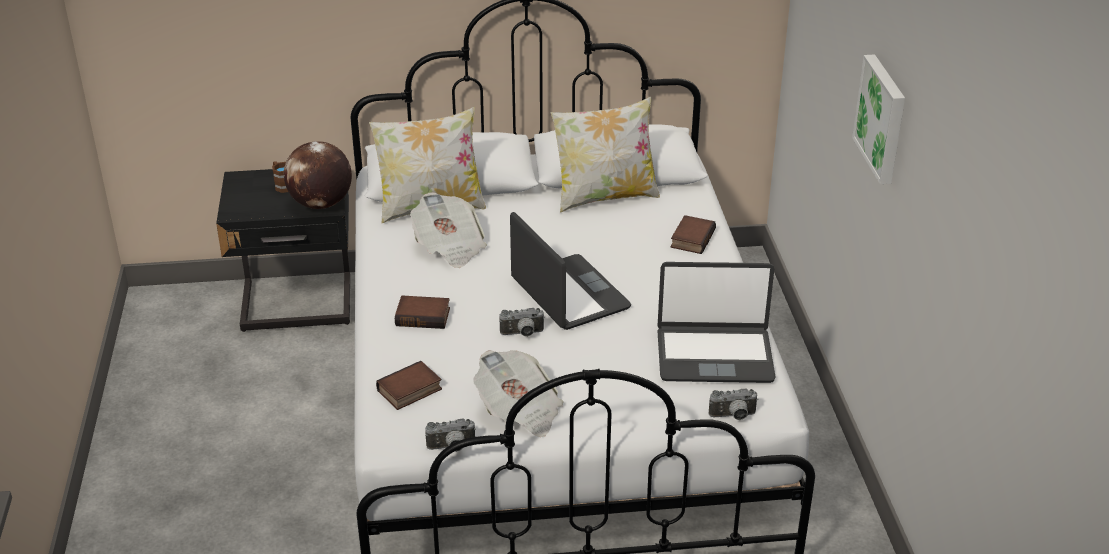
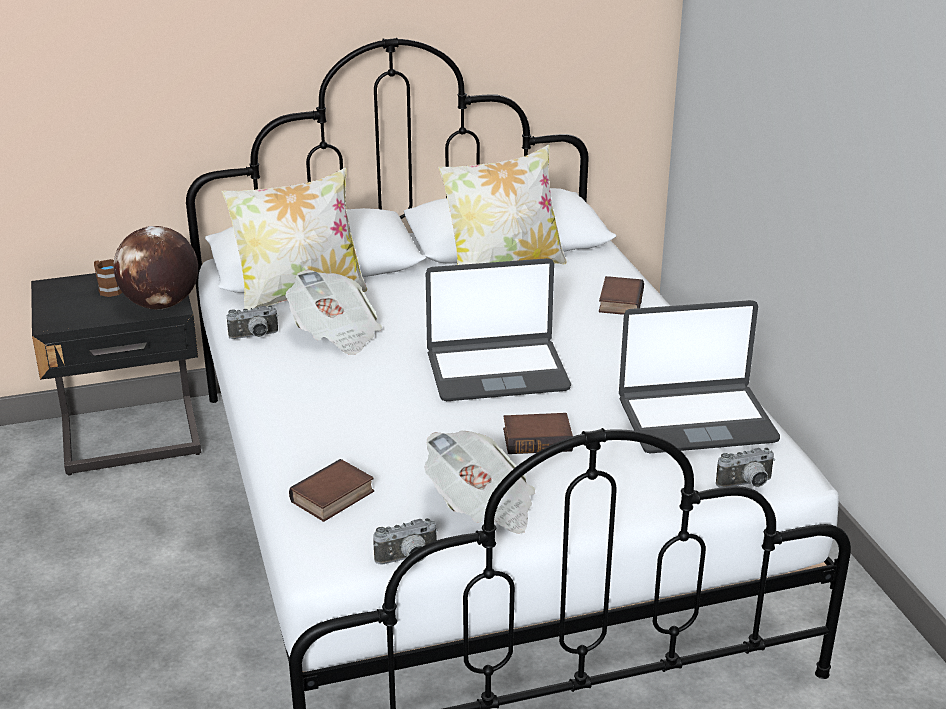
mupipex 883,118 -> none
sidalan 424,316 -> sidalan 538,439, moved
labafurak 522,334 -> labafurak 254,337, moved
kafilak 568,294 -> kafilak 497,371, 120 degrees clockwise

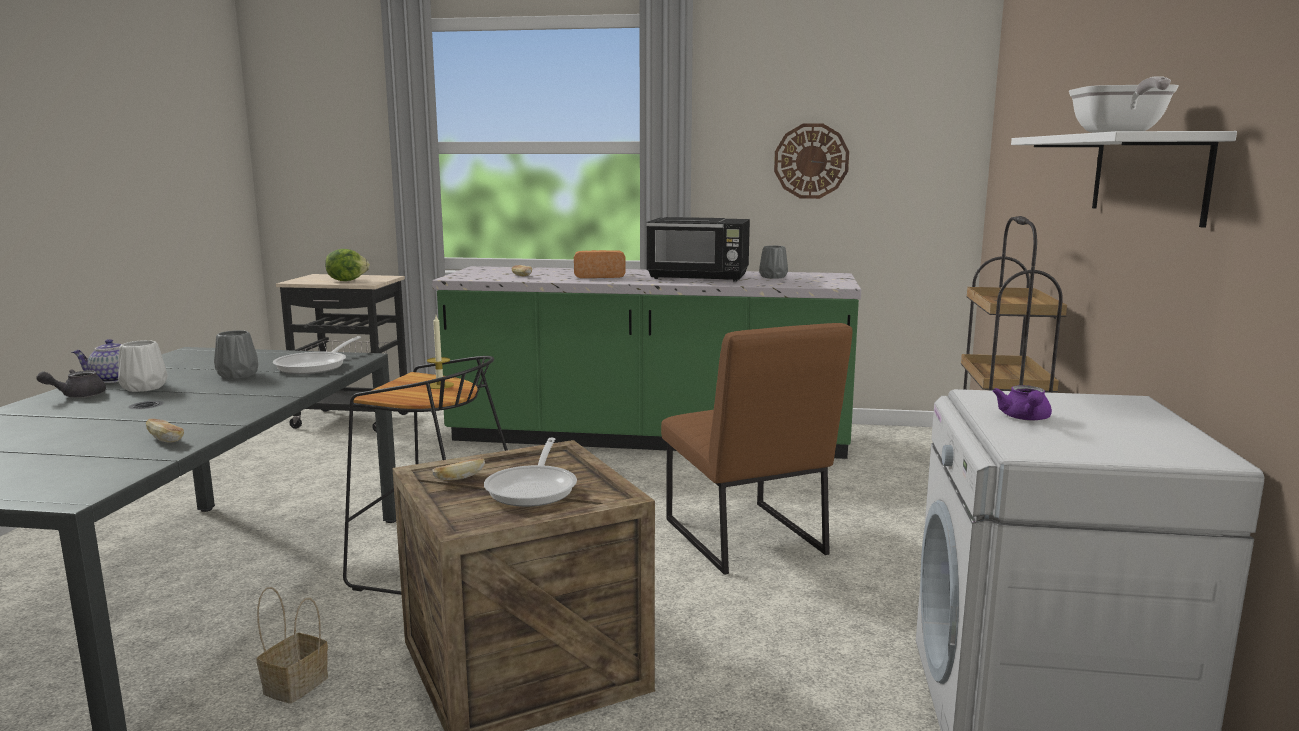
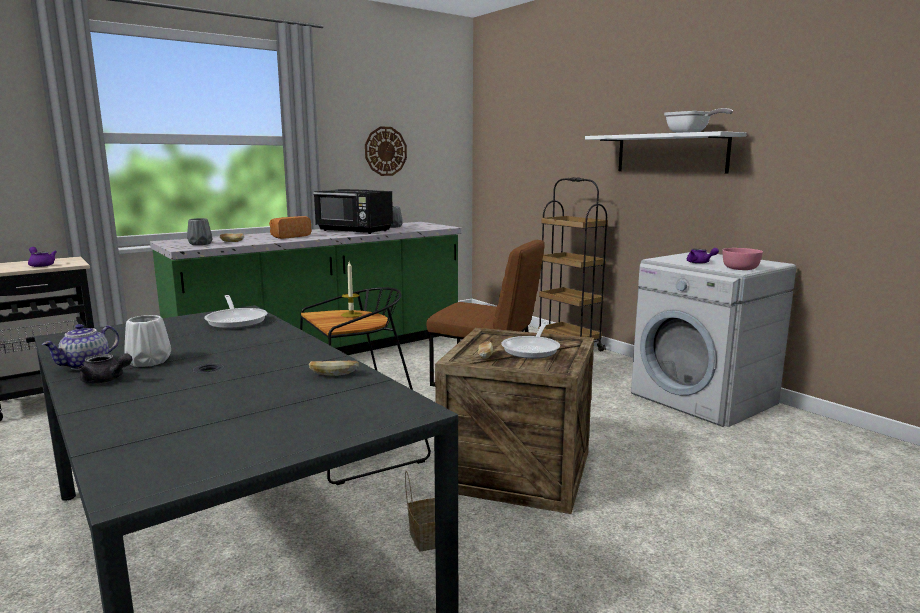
none -> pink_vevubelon 741,268
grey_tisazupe 237,375 -> grey_tisazupe 199,244, moved
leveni 347,280 -> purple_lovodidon 41,265
grey_lovodidon 77,395 -> grey_lovodidon 106,380, 75 degrees counterclockwise
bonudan 534,488 -> bonudan 532,349, 60 degrees clockwise
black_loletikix 699,277 -> black_loletikix 354,231, 60 degrees clockwise

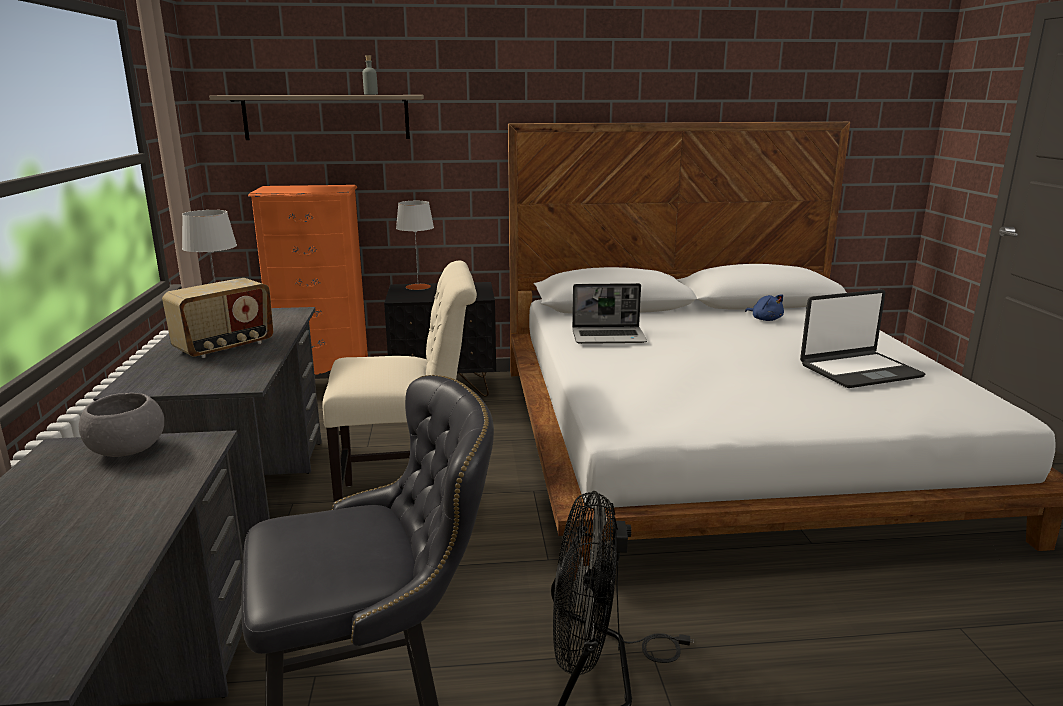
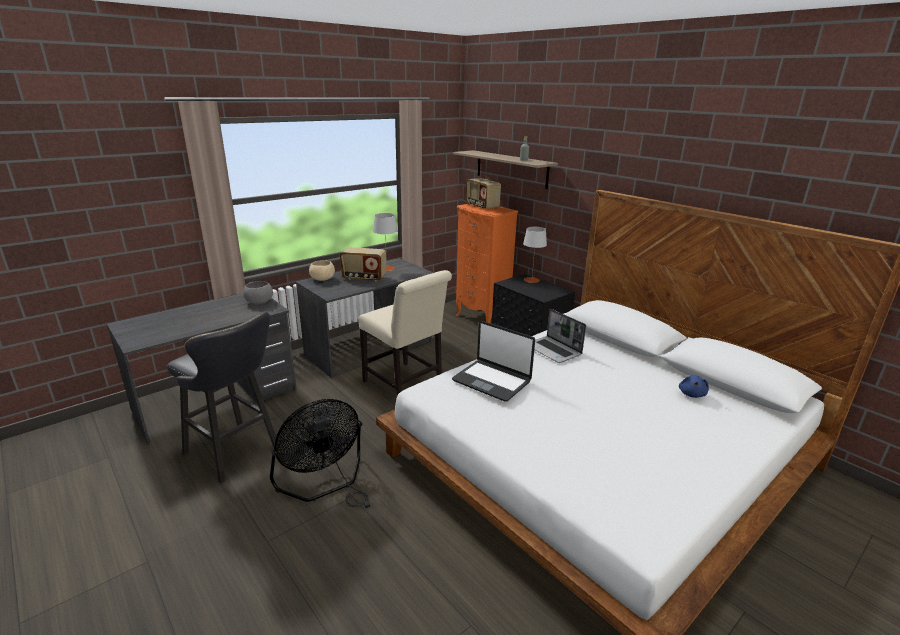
none -> beige_vevubelon 322,279
none -> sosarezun 481,206
kafilak 859,371 -> kafilak 492,381, moved

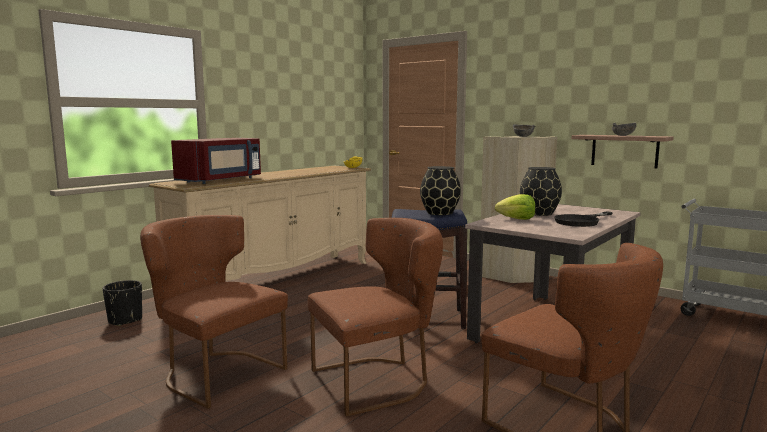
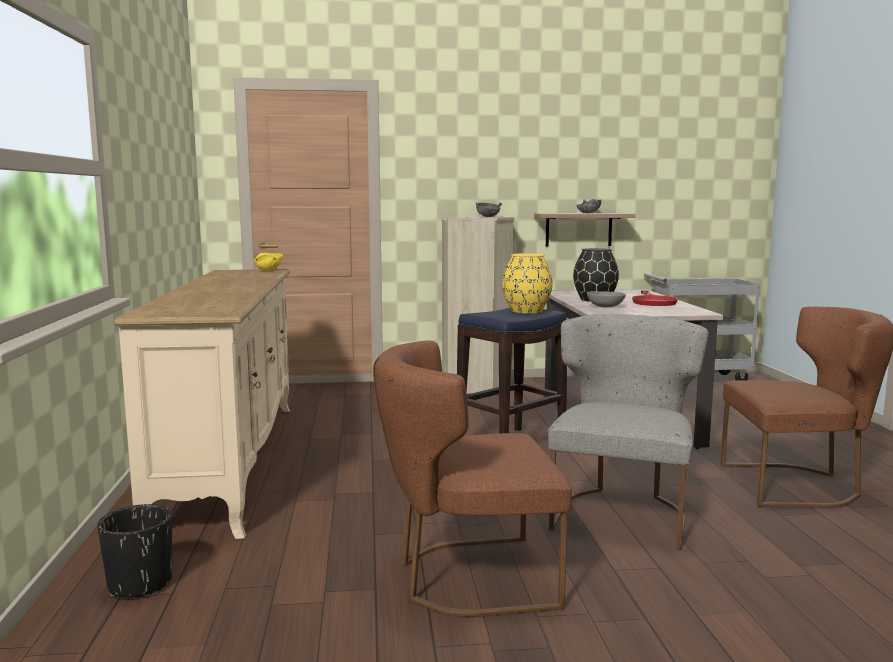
red_loletikix 221,180 -> none
leveni 517,219 -> grey_vevubelon 606,307
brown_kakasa 377,381 -> grey_kakasa 621,512
black_tisazupe 439,213 -> yellow_tisazupe 526,311
black_bonudan 581,221 -> red_bonudan 653,301

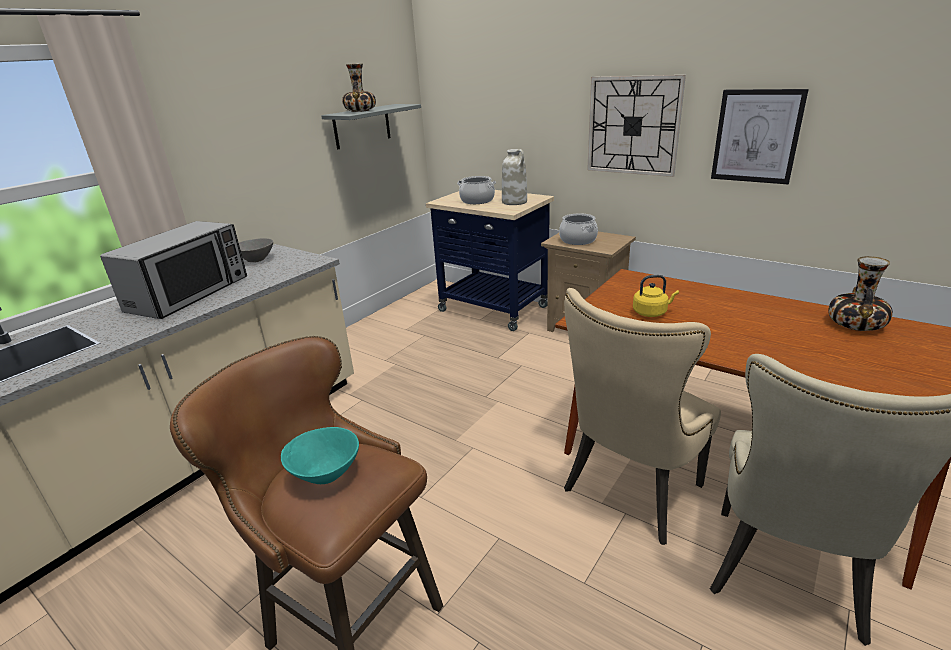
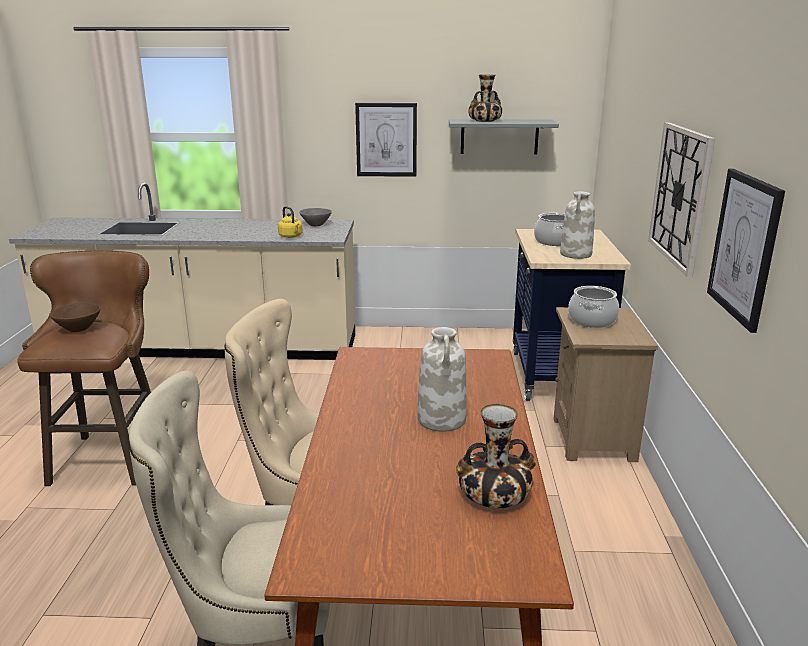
loletikix 190,294 -> none
none -> mupipex 386,140
none -> white_tisazupe 442,420
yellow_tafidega 651,312 -> yellow_tafidega 291,236, moved
turquoise_vevubelon 325,473 -> brown_vevubelon 79,328

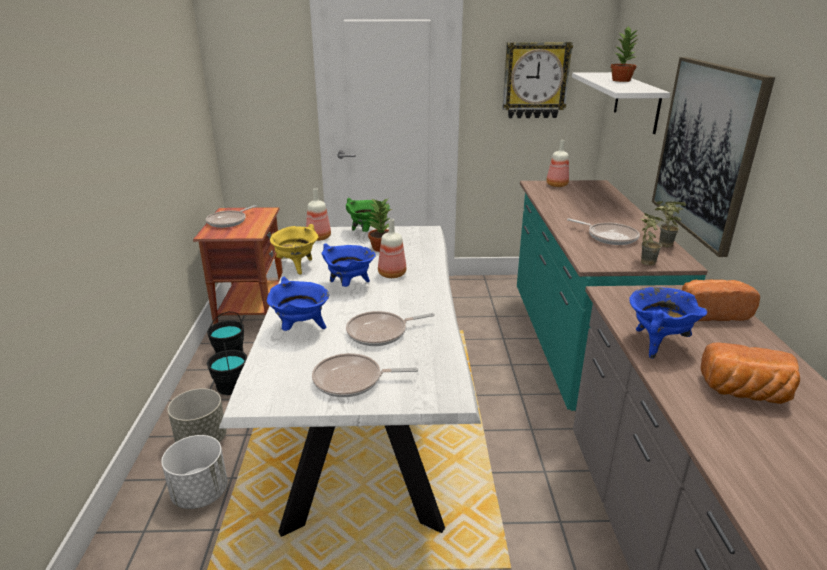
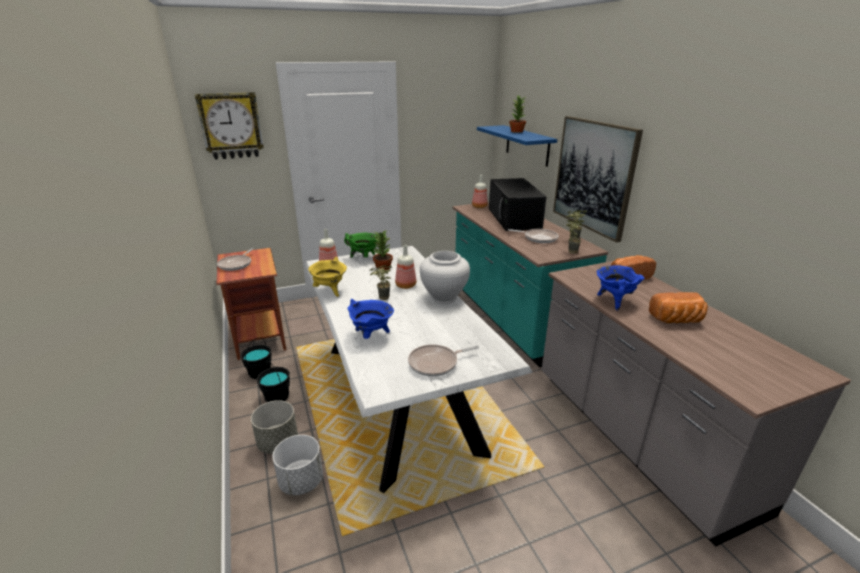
bonudan 380,333 -> none
none -> white_tisazupe 444,297
none -> black_loletikix 514,218
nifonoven 535,80 -> nifonoven 231,126, moved
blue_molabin 349,286 -> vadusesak 381,299
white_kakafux 636,102 -> blue_kakafux 527,145

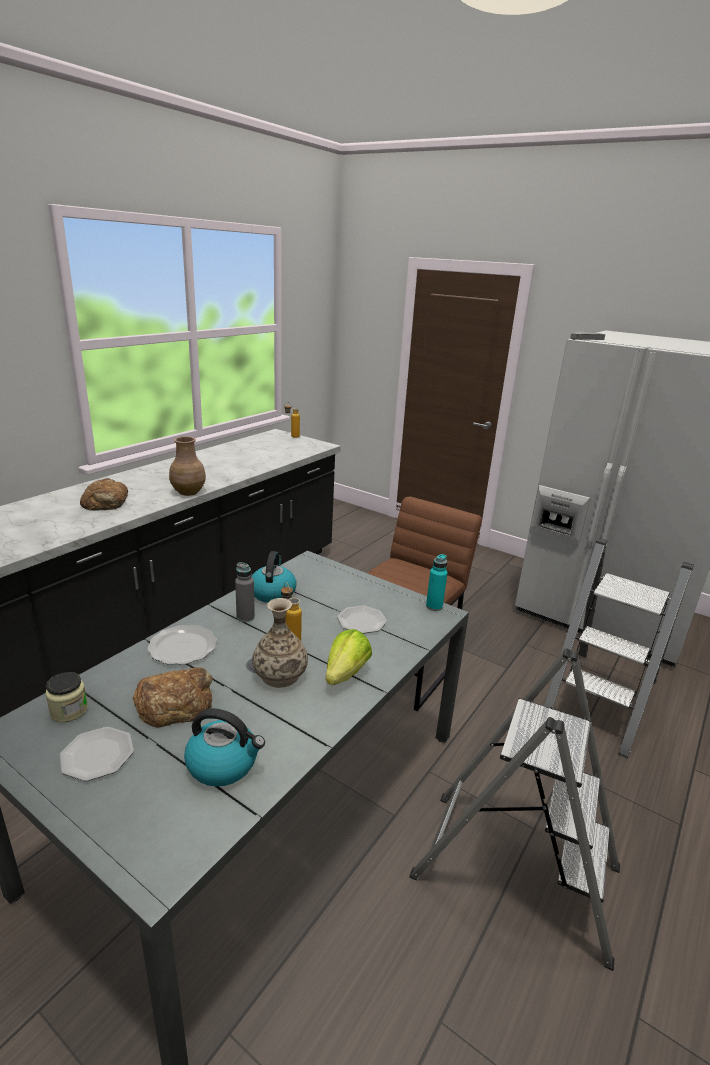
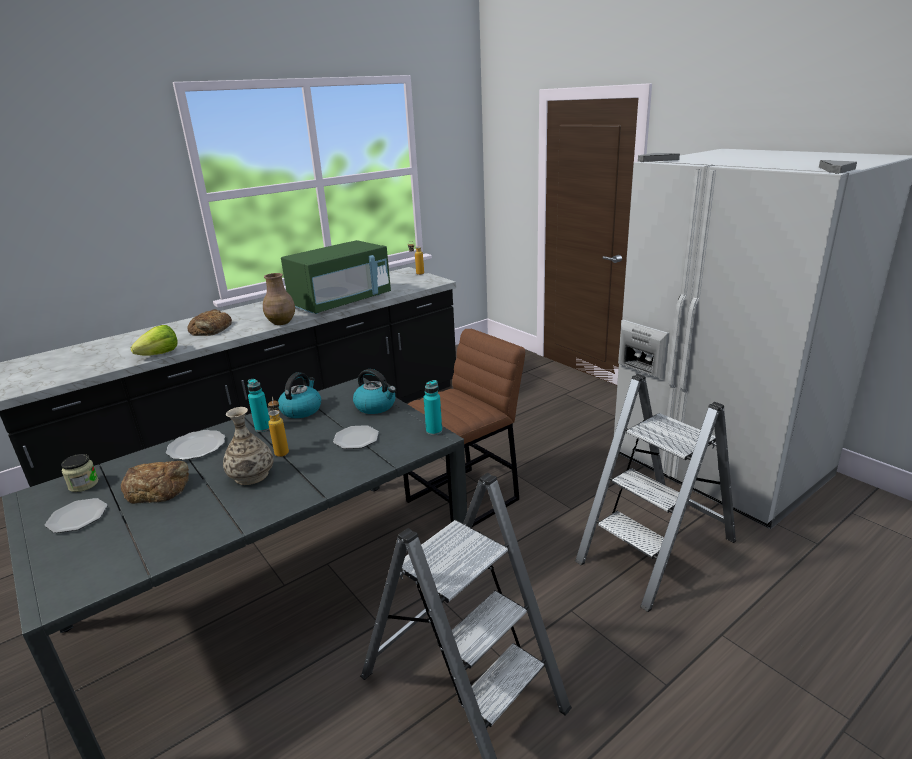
none -> green_loletikix 341,302
tafidega 223,764 -> tafidega 376,406, moved
leveni 346,674 -> leveni 160,354, moved
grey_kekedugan 245,617 -> turquoise_kekedugan 263,428

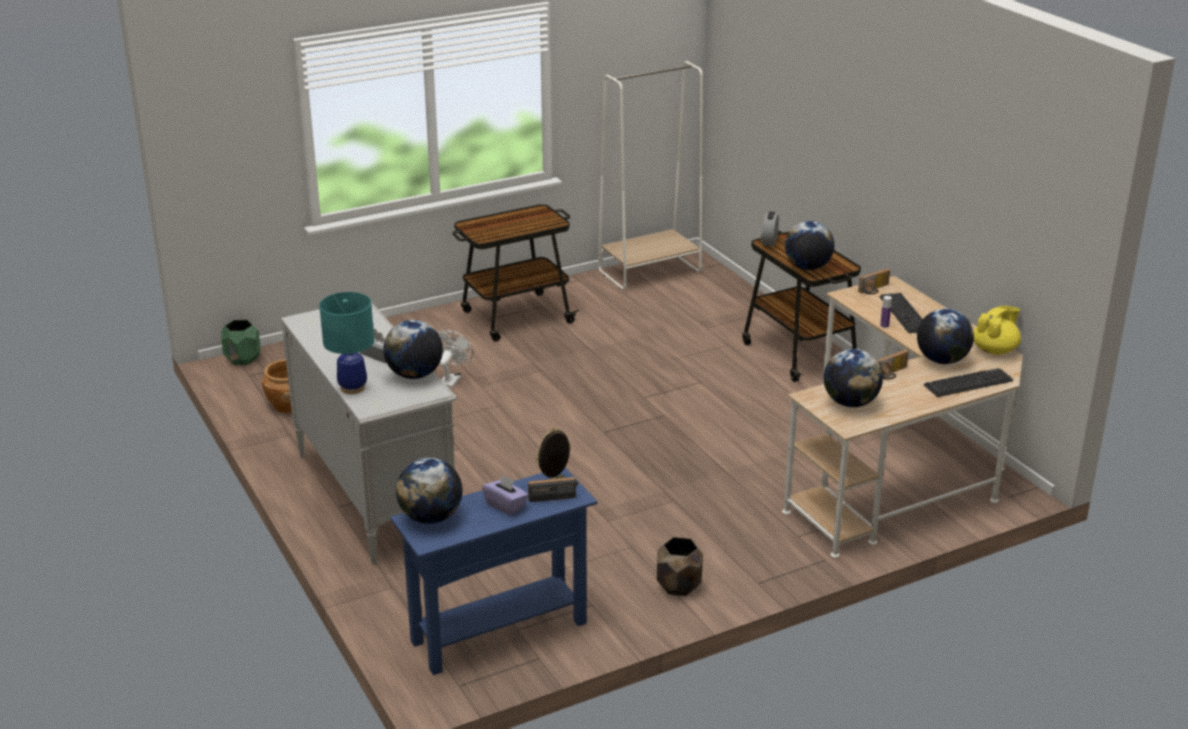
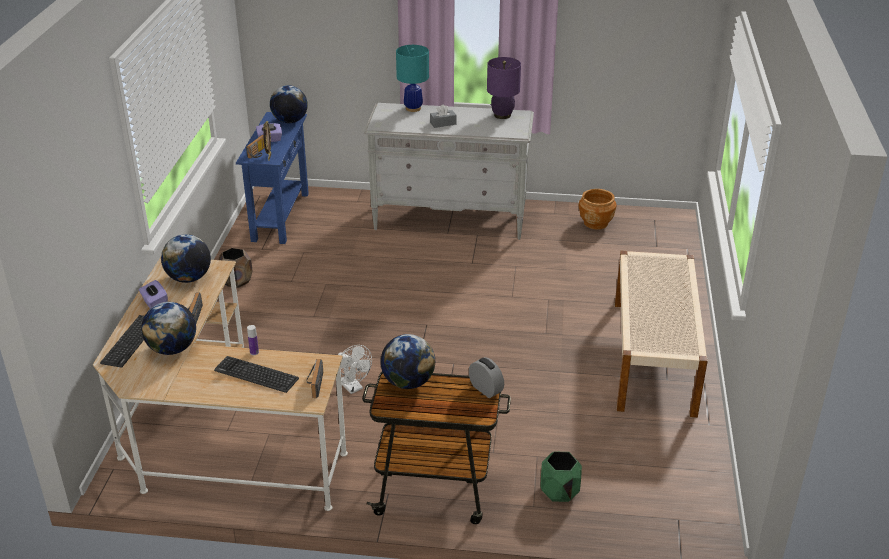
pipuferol 414,375 -> none
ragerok 649,272 -> none
yellow_lovodidon 995,350 -> none
none -> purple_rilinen 154,303
none -> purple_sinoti 502,115
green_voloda 243,359 -> green_voloda 558,492, moved
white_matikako 451,379 -> white_matikako 353,387, moved
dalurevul 515,317 -> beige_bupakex 654,356

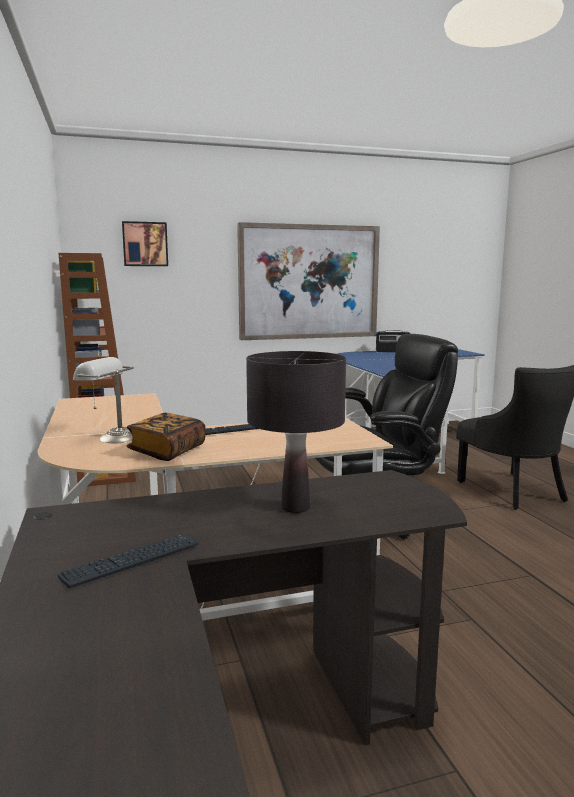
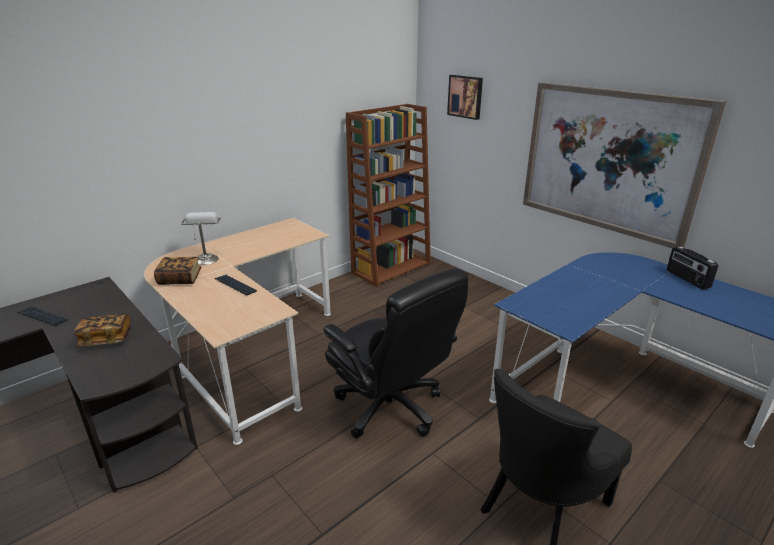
black_sinoti 296,507 -> sidalan 106,339

